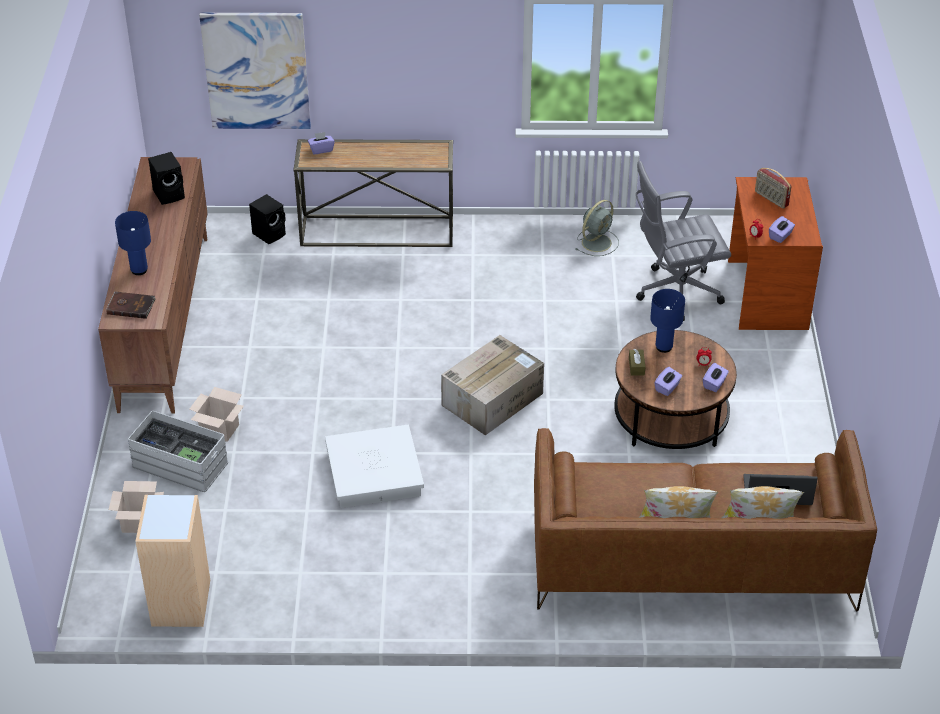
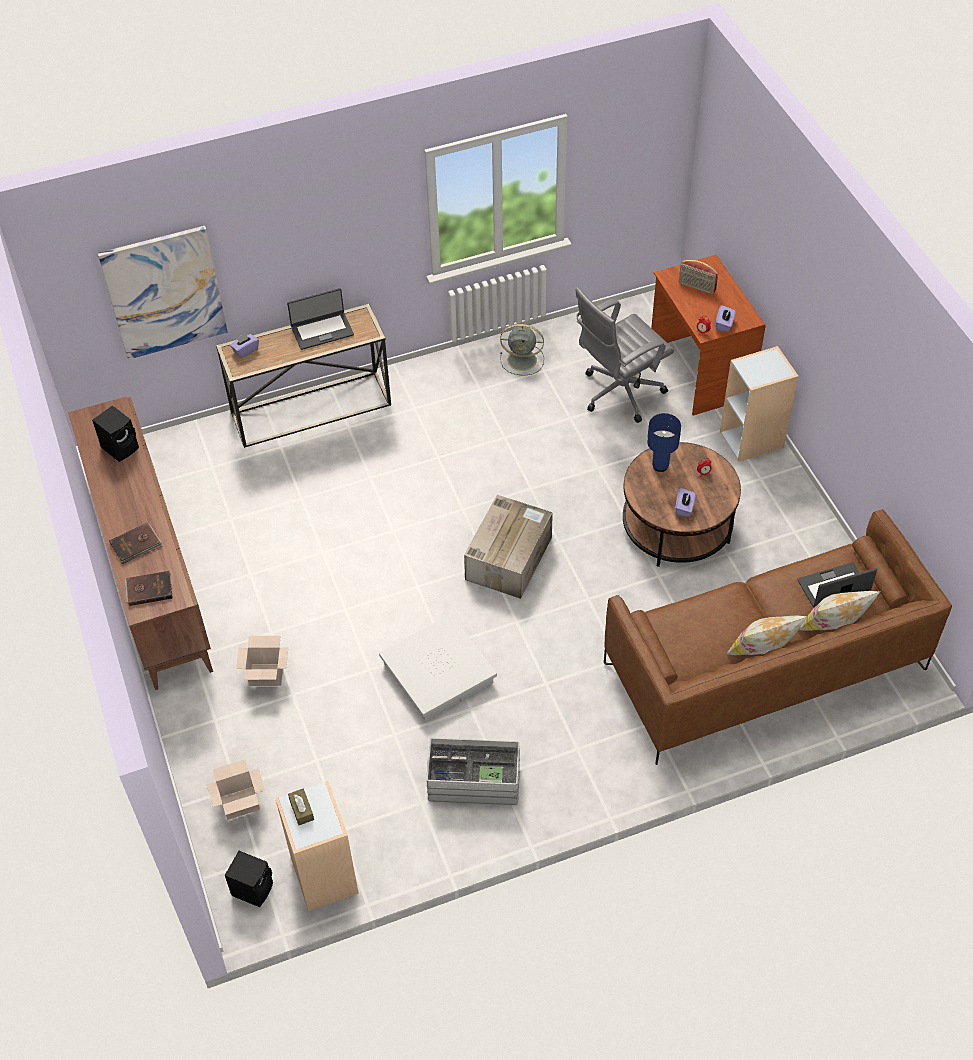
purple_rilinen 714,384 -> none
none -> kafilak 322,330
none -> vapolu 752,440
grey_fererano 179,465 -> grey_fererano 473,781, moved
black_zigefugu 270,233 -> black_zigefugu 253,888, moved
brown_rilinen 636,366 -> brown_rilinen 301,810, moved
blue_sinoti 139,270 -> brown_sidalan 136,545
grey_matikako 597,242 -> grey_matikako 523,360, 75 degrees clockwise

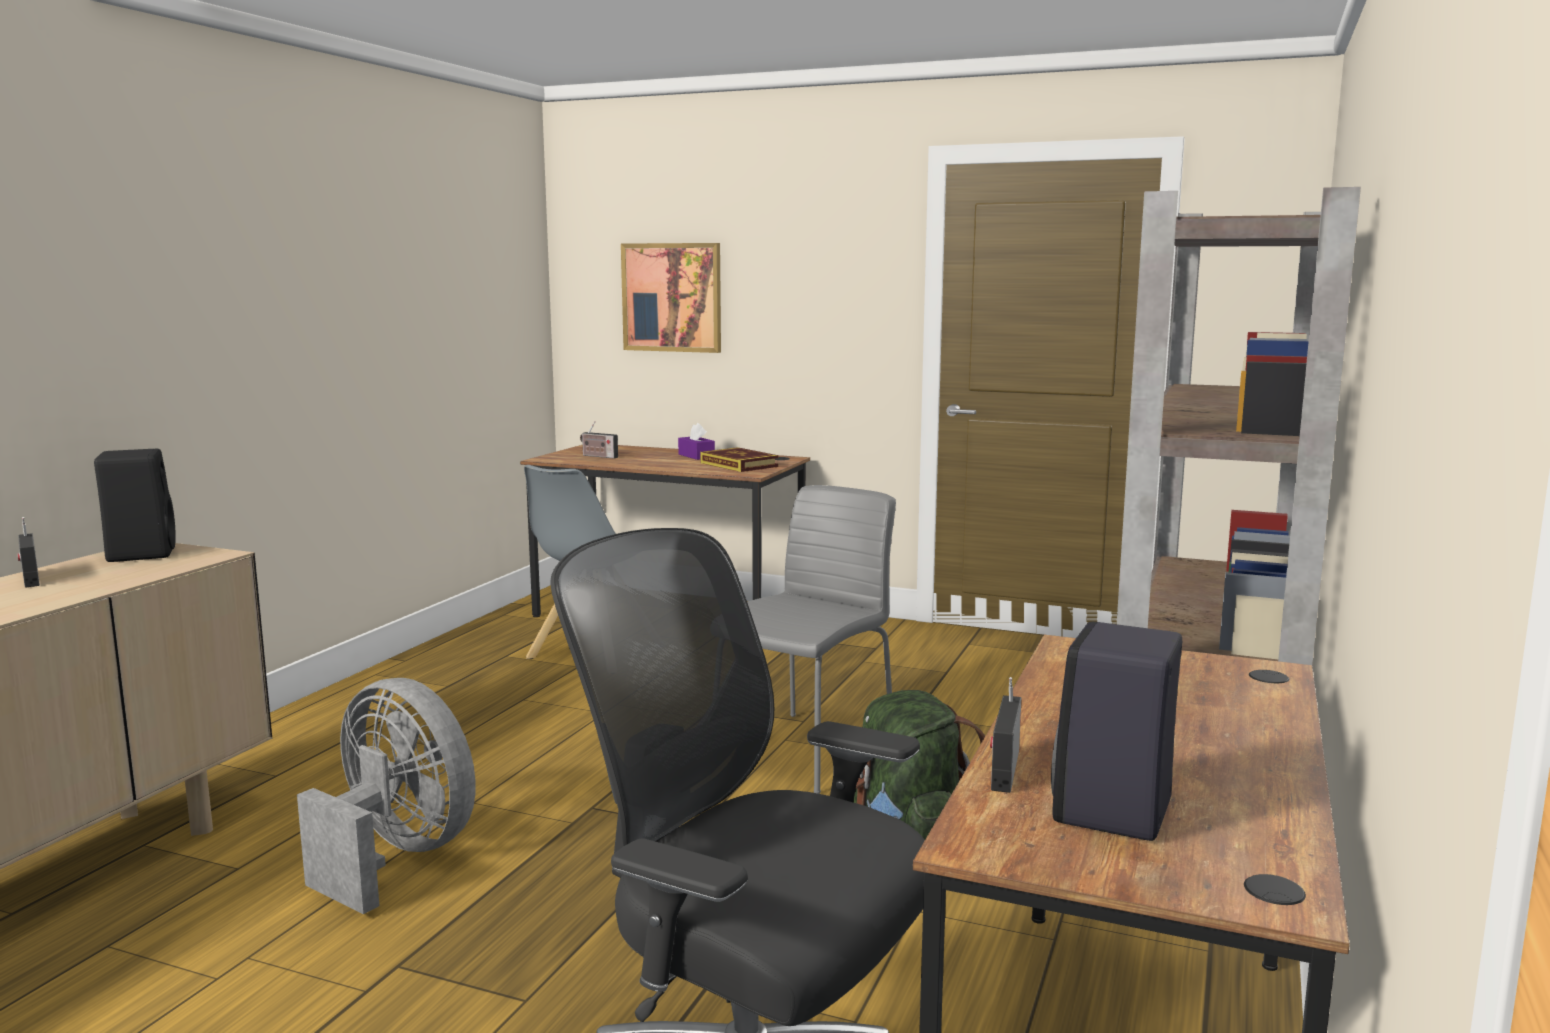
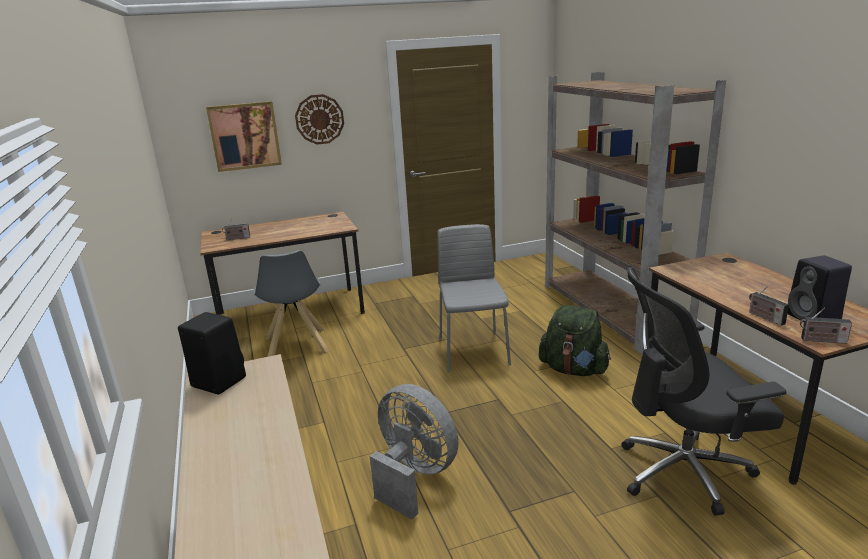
purple_rilinen 696,456 -> none
sidalan 739,464 -> none
none -> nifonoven 319,119
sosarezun 30,578 -> sosarezun 821,340, moved
grey_matikako 396,857 -> grey_matikako 414,476, 45 degrees clockwise

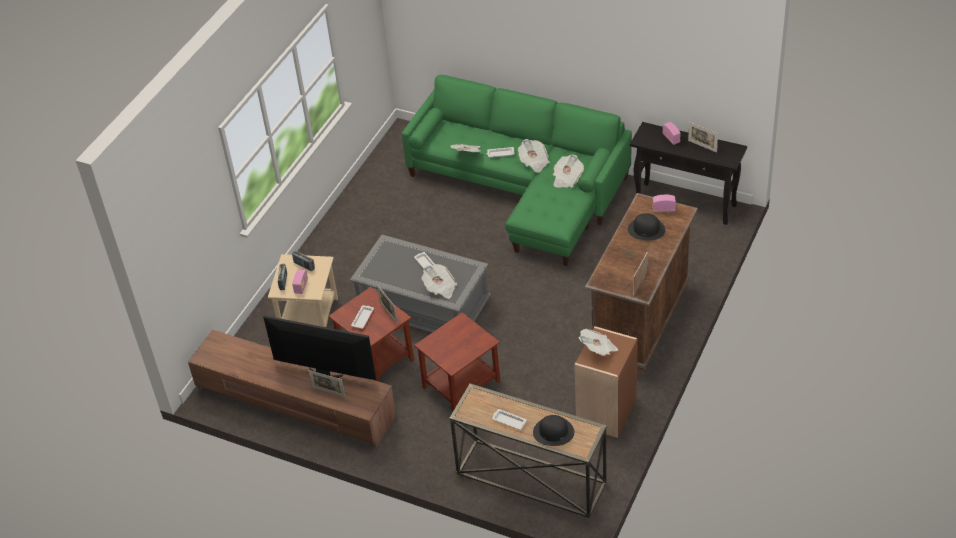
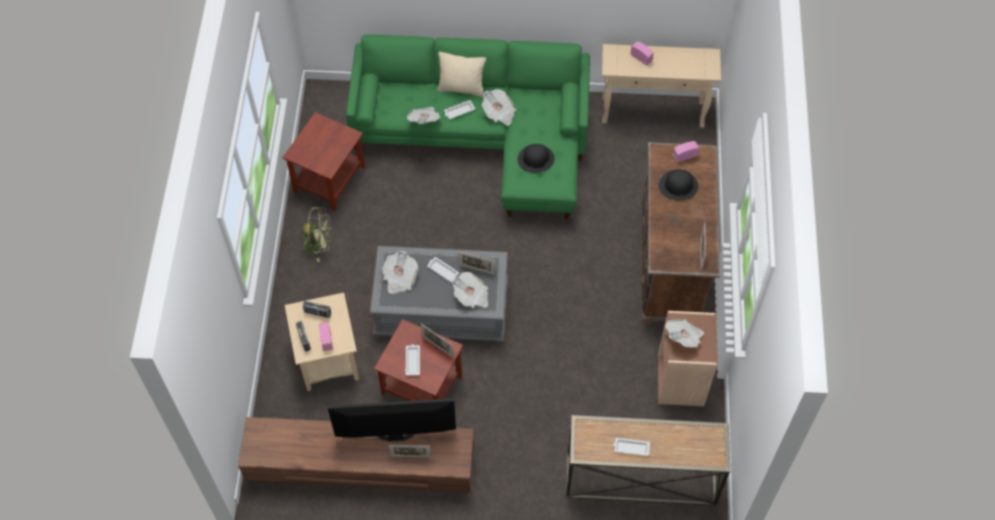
none -> green_matikako 318,245
none -> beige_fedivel 461,88
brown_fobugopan 460,384 -> brown_fobugopan 328,179, moved
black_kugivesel 553,432 -> black_kugivesel 535,159, moved
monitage 567,178 -> monitage 399,278, moved
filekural 702,146 -> filekural 476,269, moved
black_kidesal 686,203 -> beige_kidesal 653,112

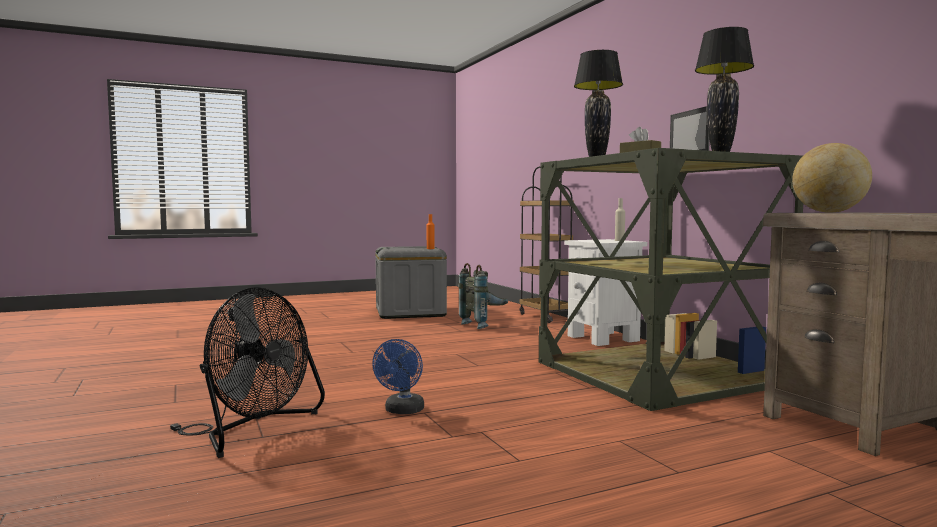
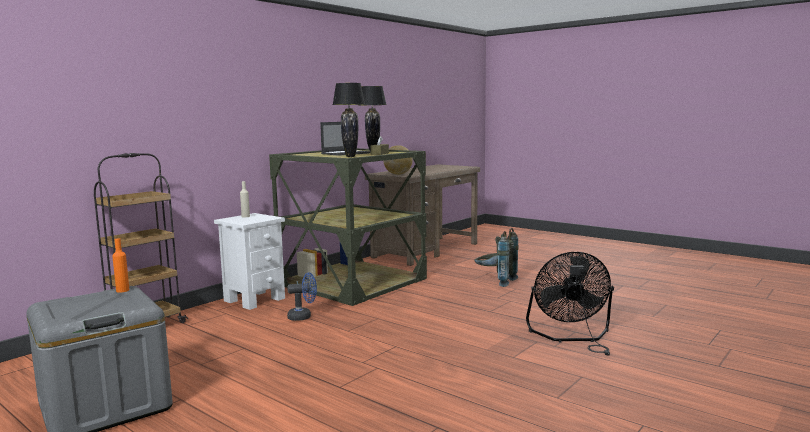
blue_matikako 402,411 -> blue_matikako 303,316, moved
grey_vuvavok 484,325 -> grey_vuvavok 495,281, moved

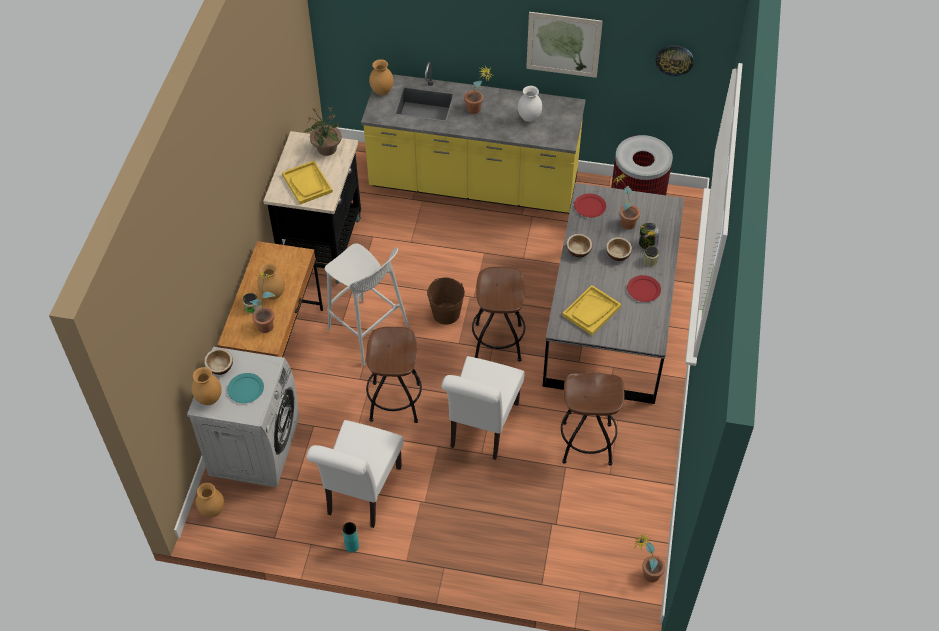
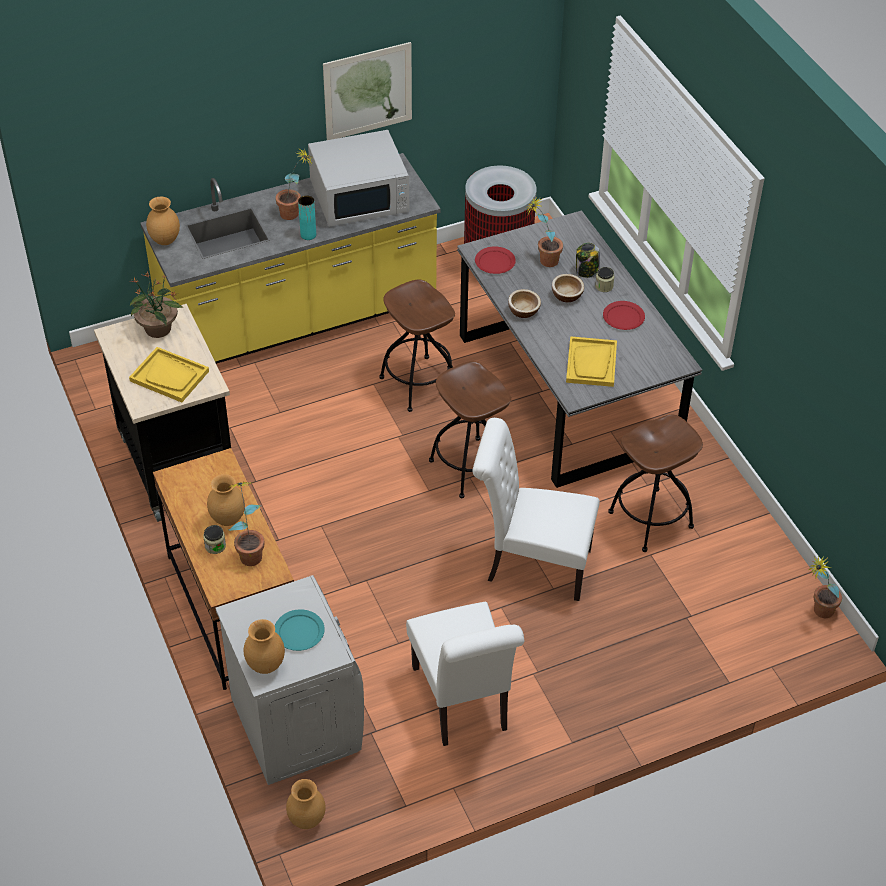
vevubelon 220,367 -> none
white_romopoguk 367,331 -> none
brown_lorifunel 446,313 -> none
nifonoven 674,59 -> none
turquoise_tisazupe 352,546 -> turquoise_tisazupe 308,235, moved
brown_romopoguk 395,401 -> brown_romopoguk 418,383, moved
white_tisazupe 529,118 -> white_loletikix 360,196
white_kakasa 482,429 -> white_kakasa 532,564, 120 degrees clockwise

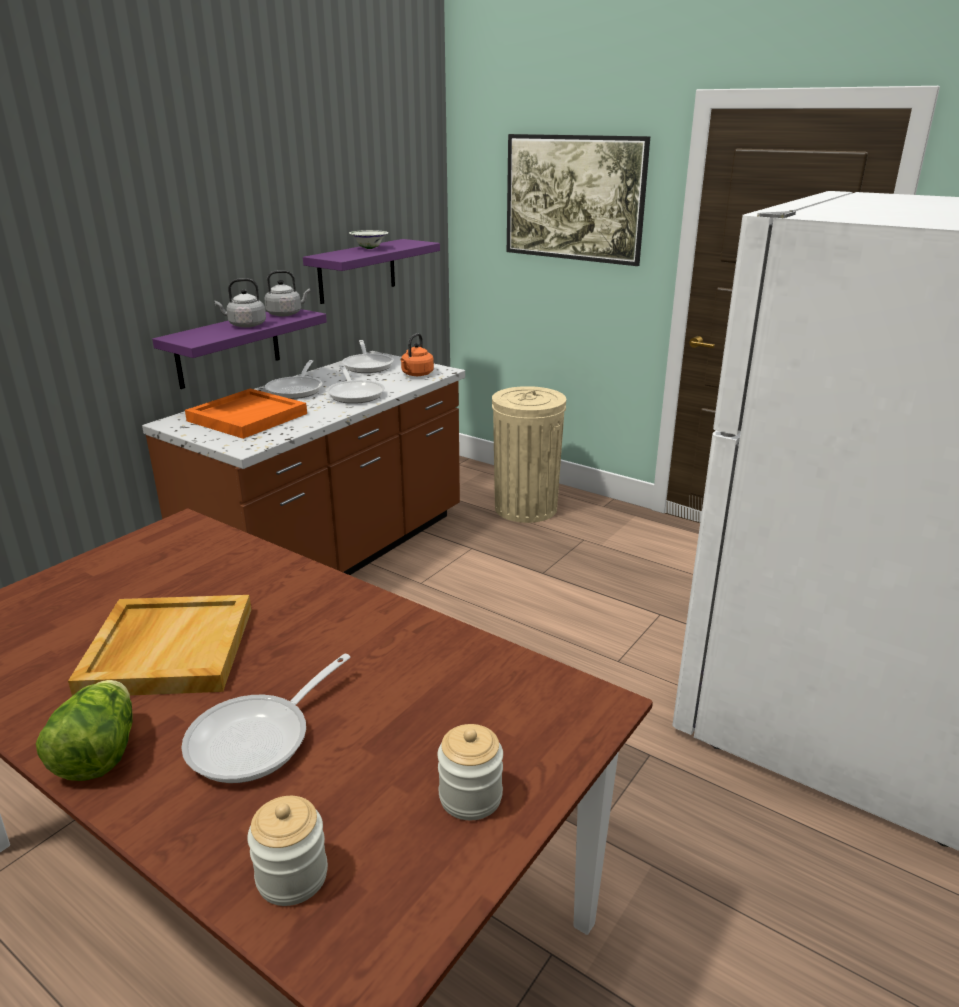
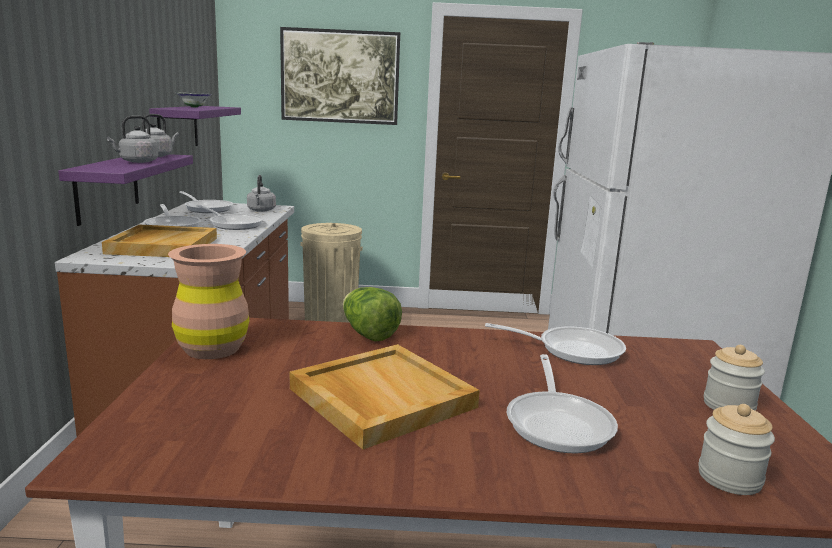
none -> brown_tisazupe 212,349
none -> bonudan 572,350
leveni 99,754 -> leveni 368,334, moved
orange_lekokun 247,417 -> beige_lekokun 162,245
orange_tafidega 416,374 -> grey_tafidega 261,210

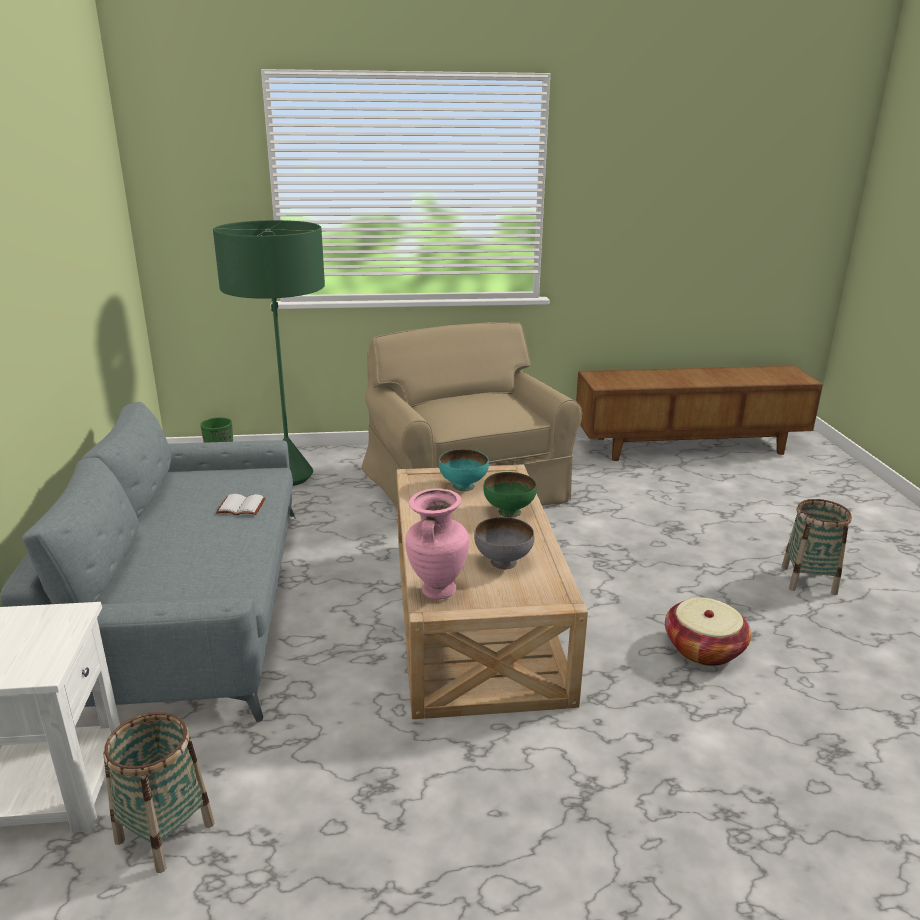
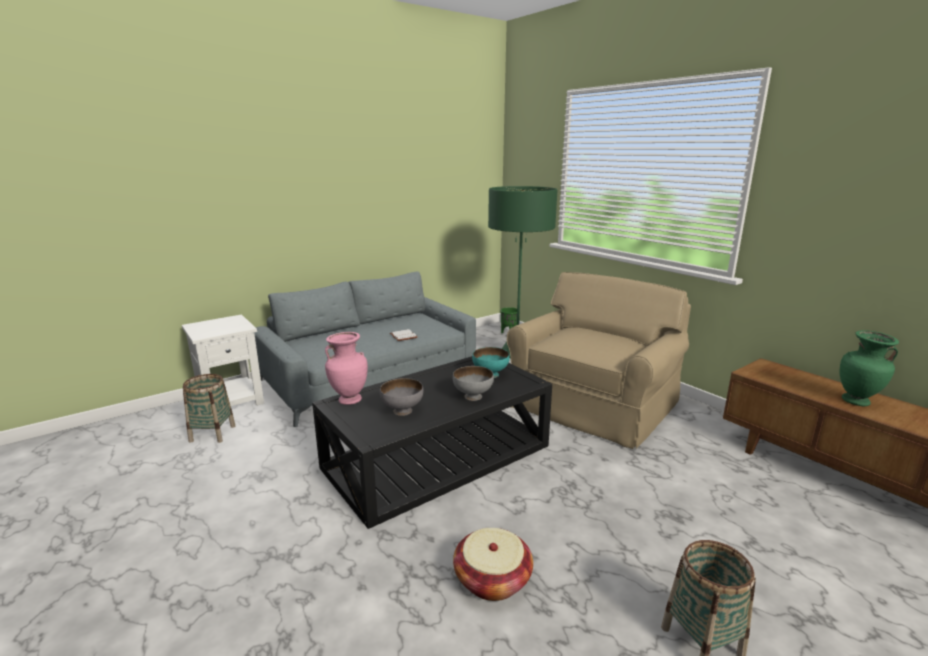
none -> green_tisazupe 856,402
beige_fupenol 473,615 -> black_fupenol 437,456
green_vevubelon 508,512 -> grey_vevubelon 473,396

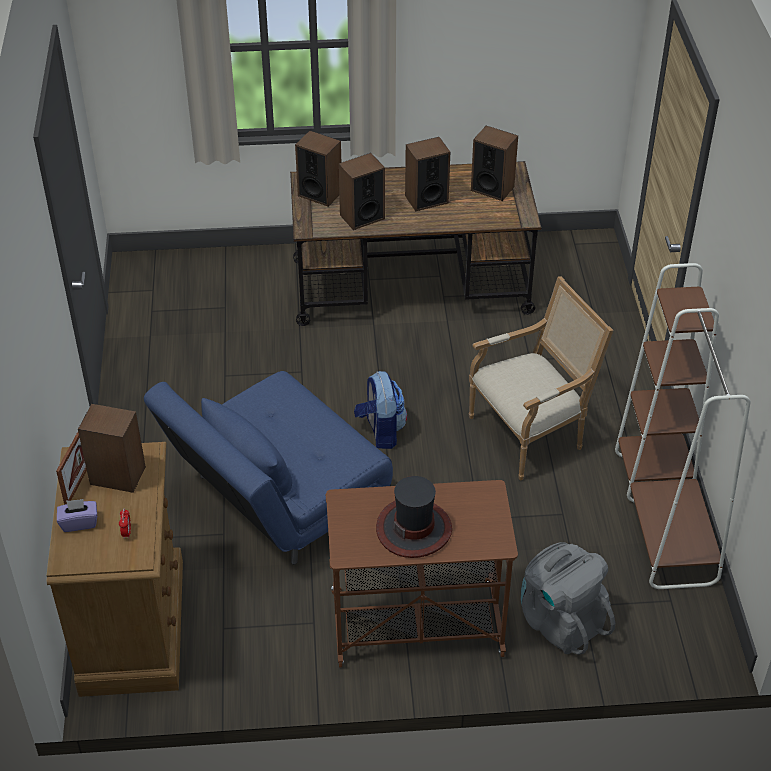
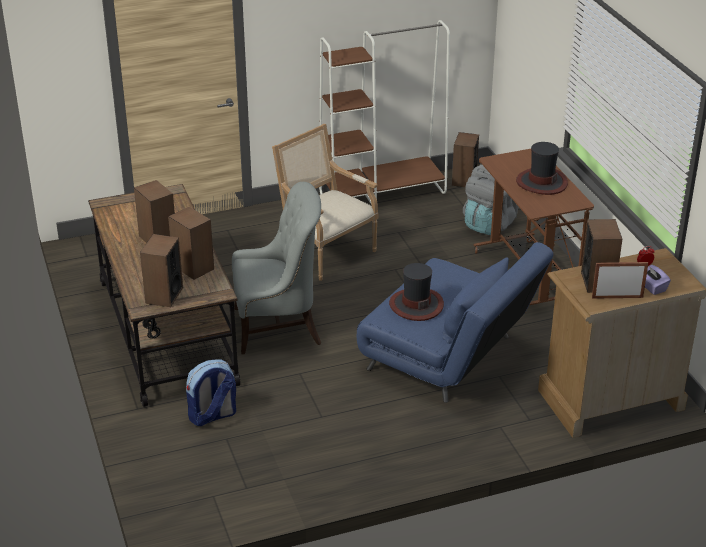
none -> grey_kakasa 279,326
none -> kugivesel 416,304
vuvavok 381,431 -> vuvavok 212,416, moved
zigefugu 492,188 -> zigefugu 464,180, moved

